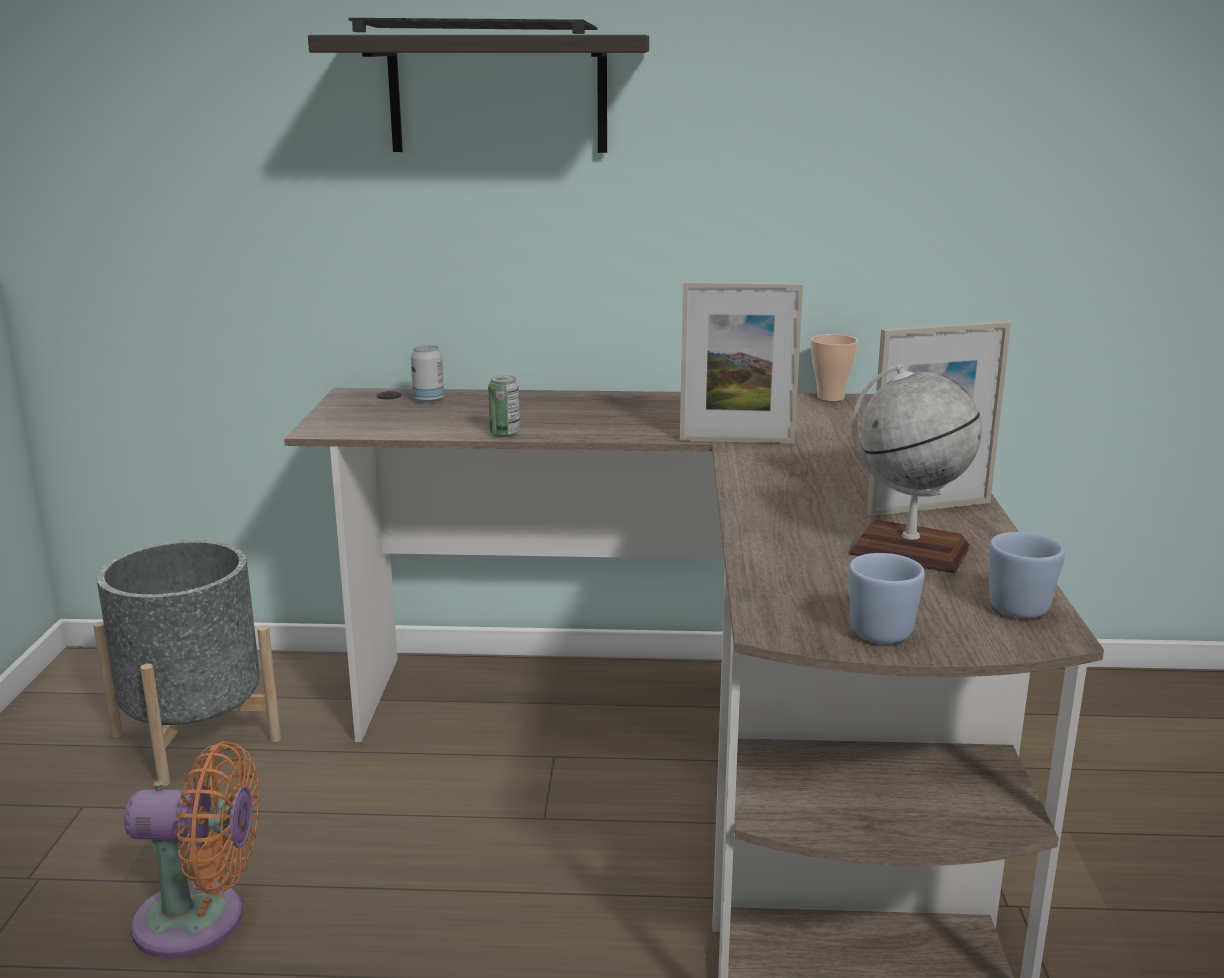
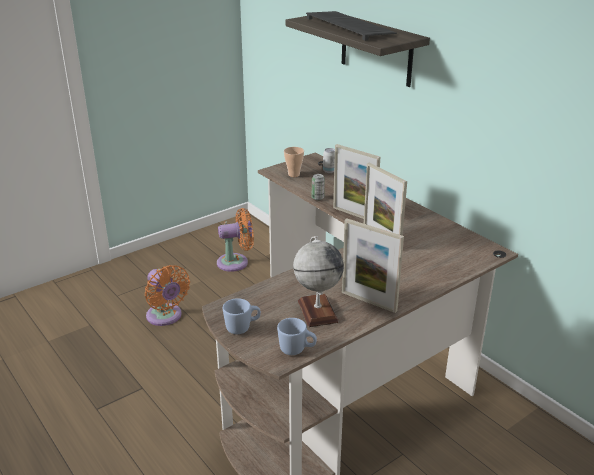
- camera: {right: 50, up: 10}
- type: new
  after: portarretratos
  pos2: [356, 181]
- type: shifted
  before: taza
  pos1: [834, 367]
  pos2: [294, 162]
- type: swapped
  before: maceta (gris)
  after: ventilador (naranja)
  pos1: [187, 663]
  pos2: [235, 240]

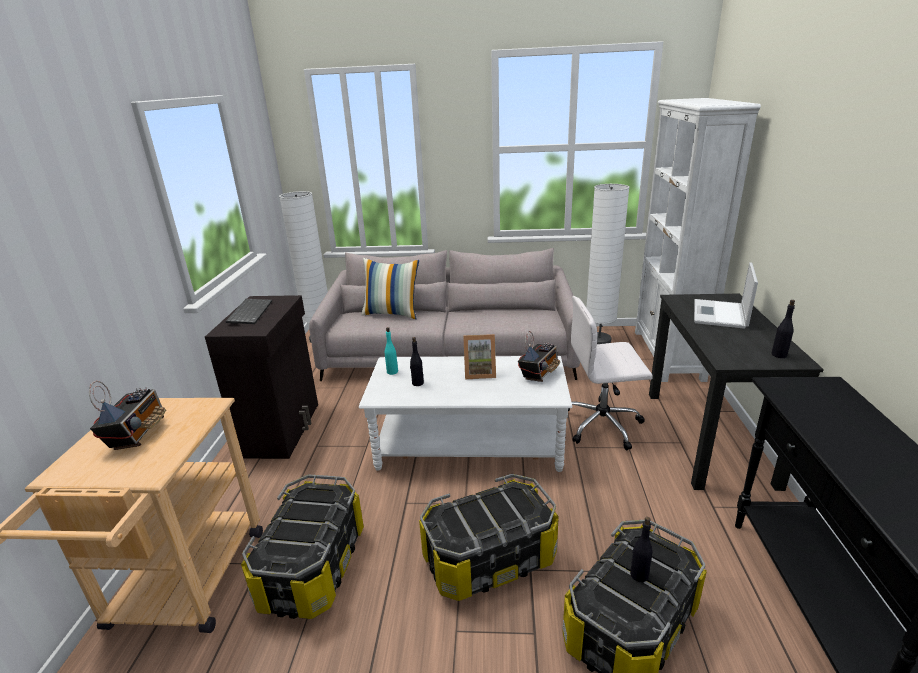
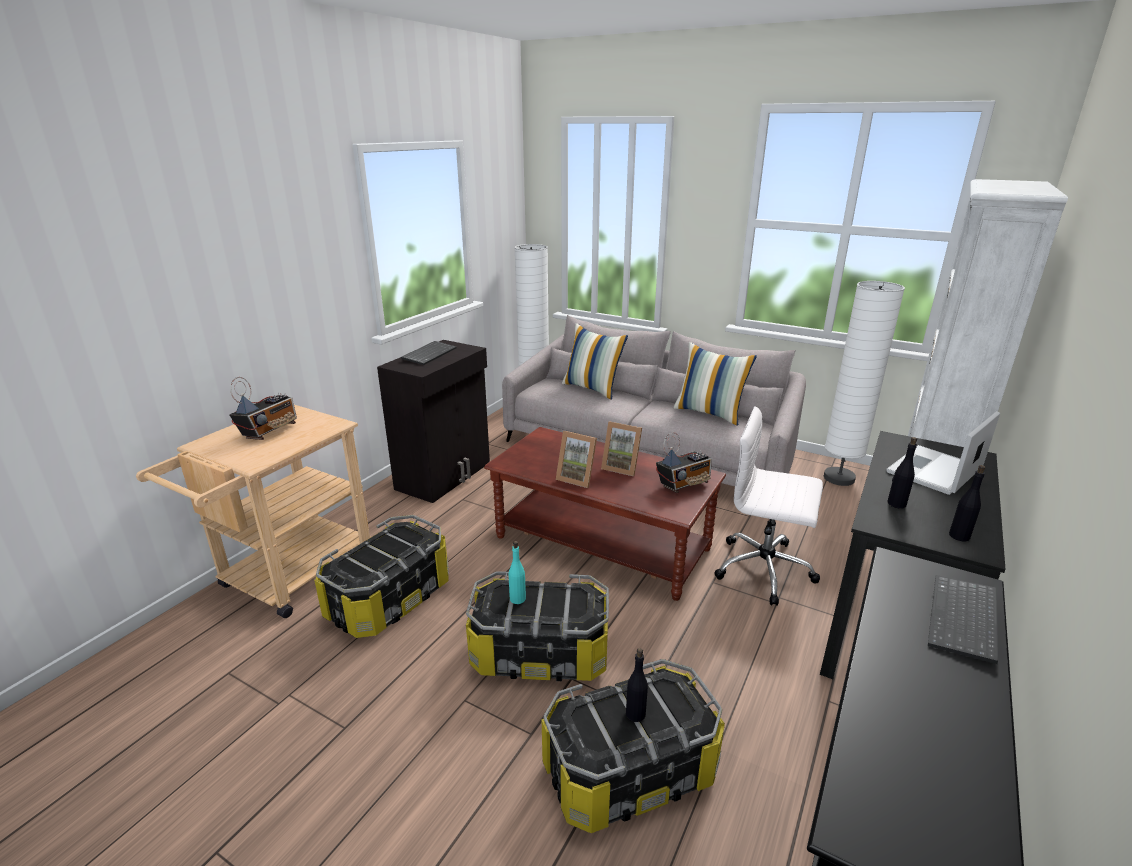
- camera: {right: 25, up: 0}
- type: new
  after: portarretratos
  pos2: [576, 459]
- type: new
  after: cojín
  pos2: [715, 384]
- type: new
  after: teclado
  pos2: [963, 619]
- type: shifted
  before: botella (turquesa)
  pos1: [391, 351]
  pos2: [517, 572]
- type: shifted
  before: botella (negro)
  pos1: [417, 361]
  pos2: [902, 473]
- type: repainted
  before: mesa de centro (blanco)
  after: mesa de centro (marrón)
  pos1: [465, 414]
  pos2: [605, 514]

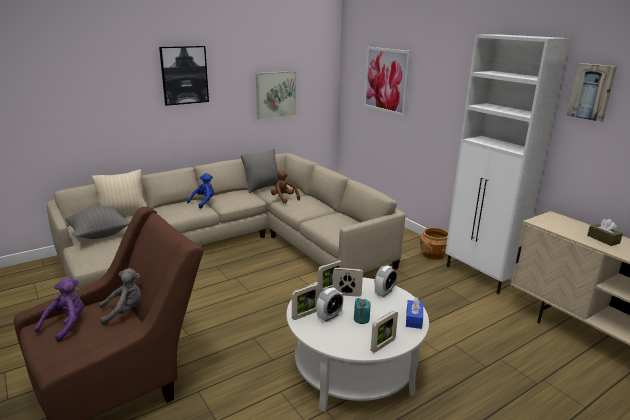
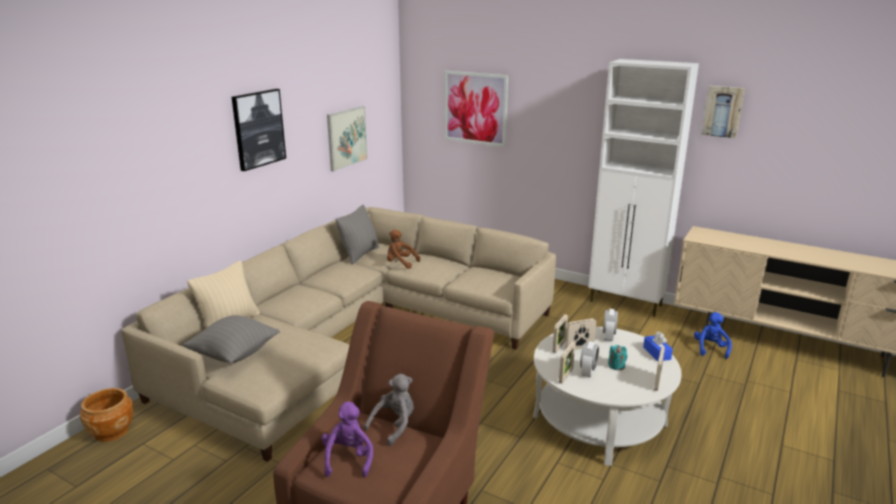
- camera: {right: -25, up: 0}
- type: gone
  before: caja de pañuelos (marrón)
  pos1: [605, 232]
- type: shifted
  before: peluche (azul)
  pos1: [200, 191]
  pos2: [713, 335]
- type: shifted
  before: maceta (marrón)
  pos1: [434, 243]
  pos2: [106, 415]

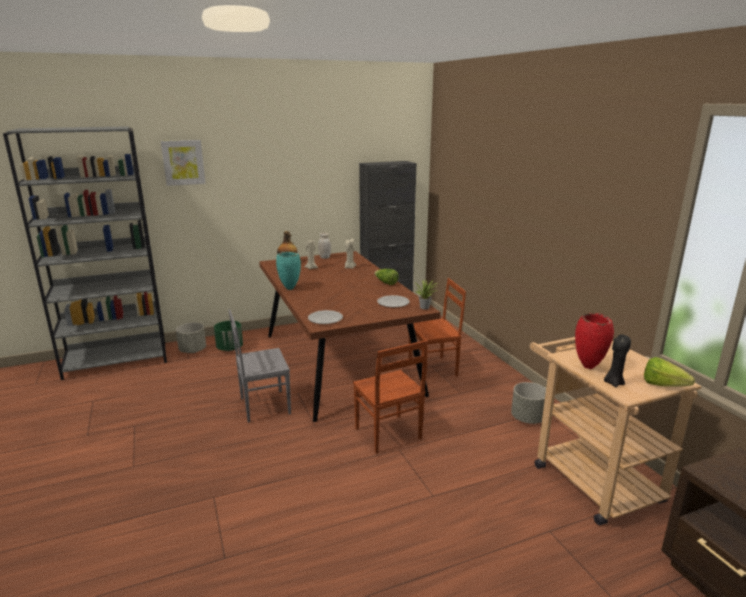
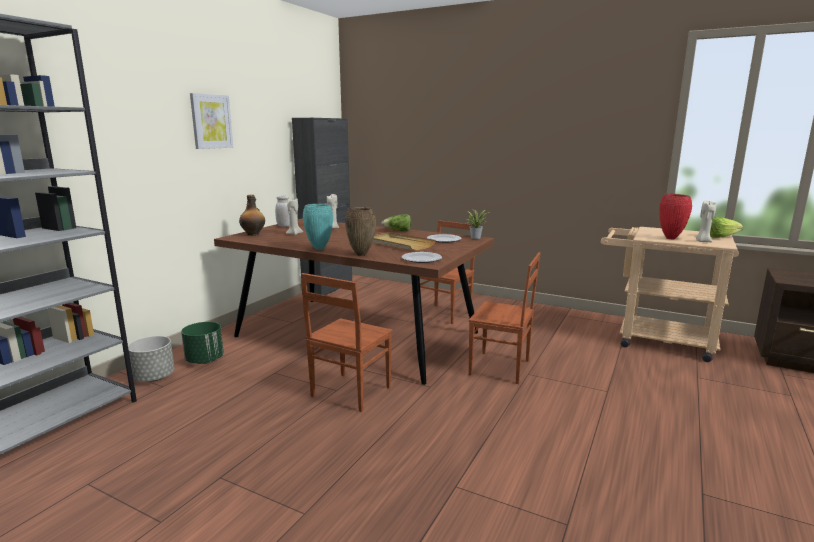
- camera: {right: -40, up: -5}
- type: gone
  before: maceta (gris)
  pos1: [528, 403]
- type: new
  after: florero (marrón)
  pos2: [360, 231]
- type: new
  after: bandeja (beis)
  pos2: [404, 241]
- type: shifted
  before: cuadro
  pos1: [183, 163]
  pos2: [211, 121]
- type: repainted
  before: silla (gris)
  after: silla (marrón)
  pos1: [259, 366]
  pos2: [346, 342]
- type: repainted
  before: vela (negro)
  after: vela (beis)
  pos1: [617, 360]
  pos2: [706, 221]

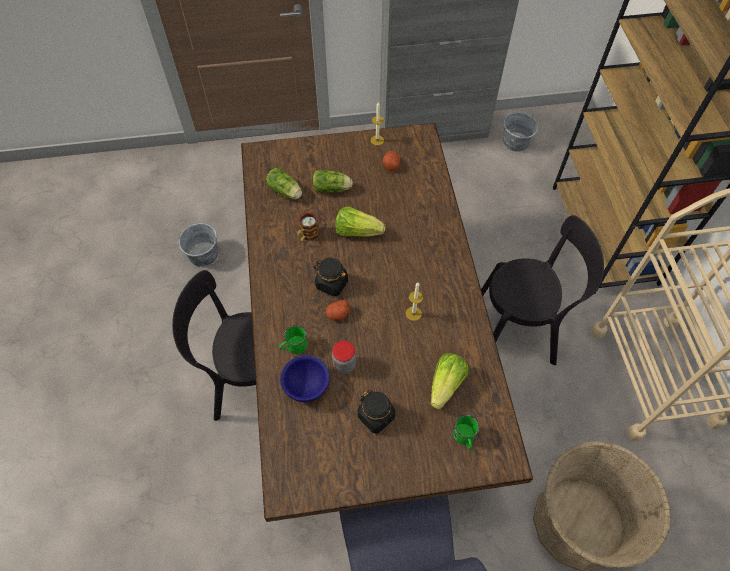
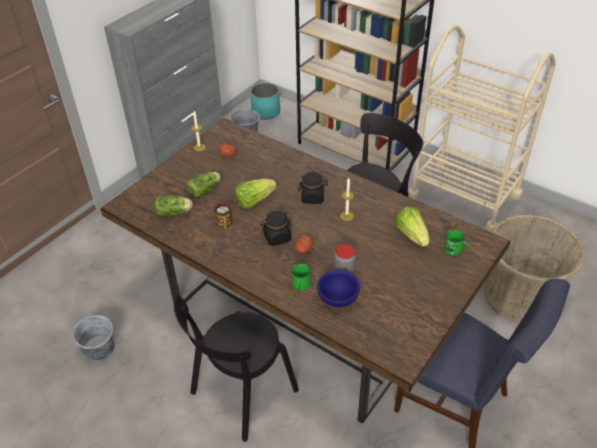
- camera: {right: -45, up: -15}
- type: new
  after: maceta (turquesa)
  pos2: [265, 101]
- type: shifted
  before: tarro (negro)
  pos1: [376, 411]
  pos2: [313, 188]

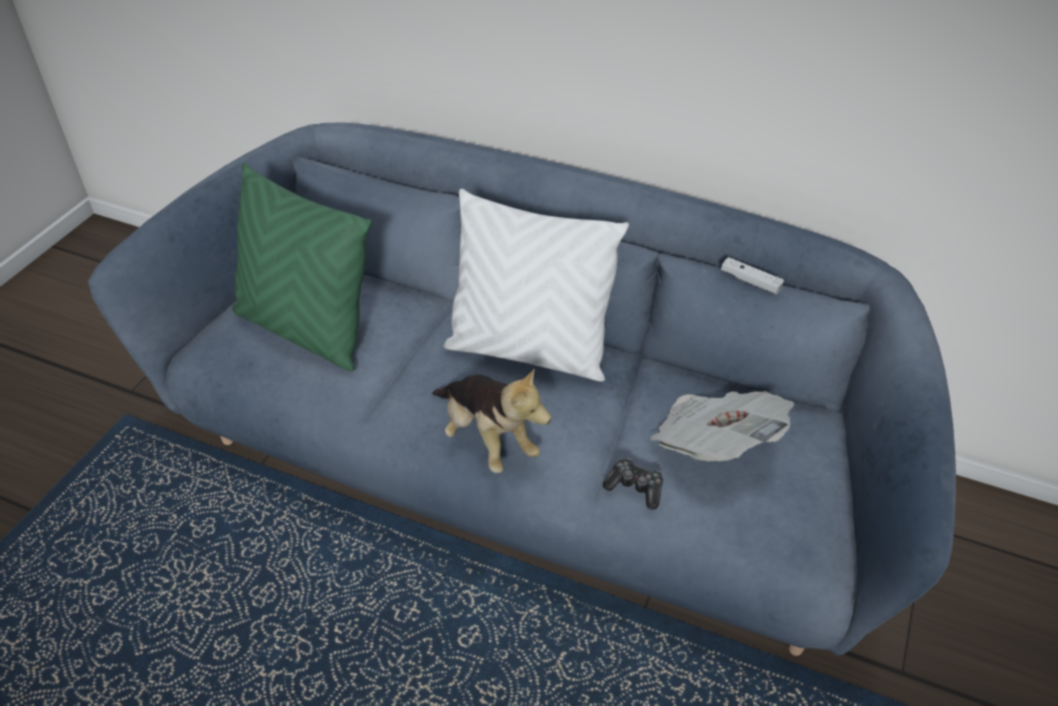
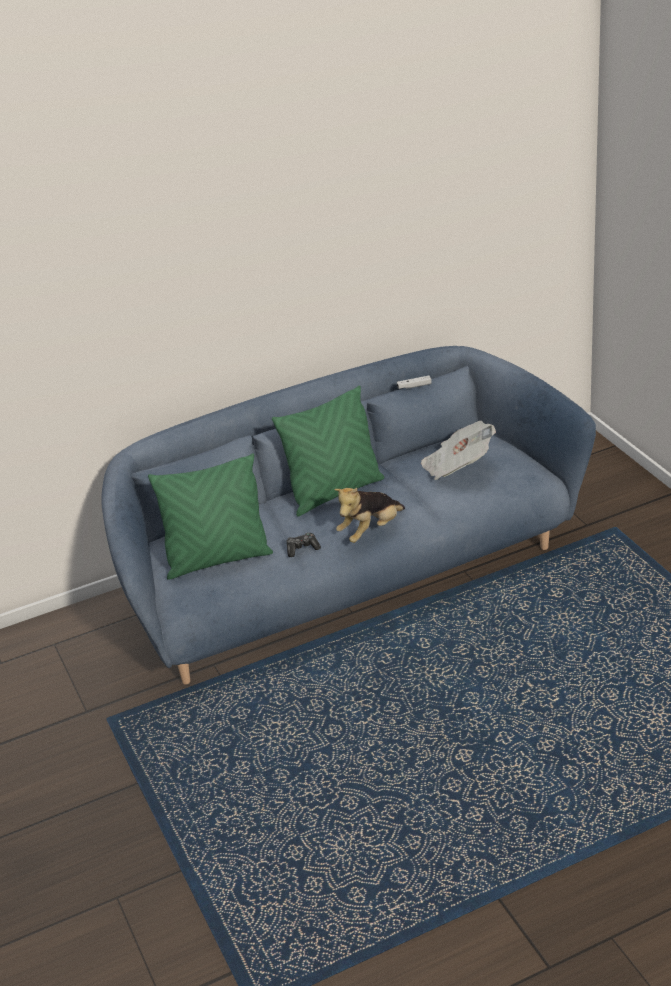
- camera: {right: -45, up: -10}
- type: shifted
  before: mando de consola
  pos1: [633, 484]
  pos2: [303, 544]
- type: repainted
  before: cojín (blanco)
  after: cojín (verde)
  pos1: [536, 285]
  pos2: [328, 450]
- type: rotated
  before: peluche
  pos1: [491, 420]
  pos2: [369, 515]
  turn: 135

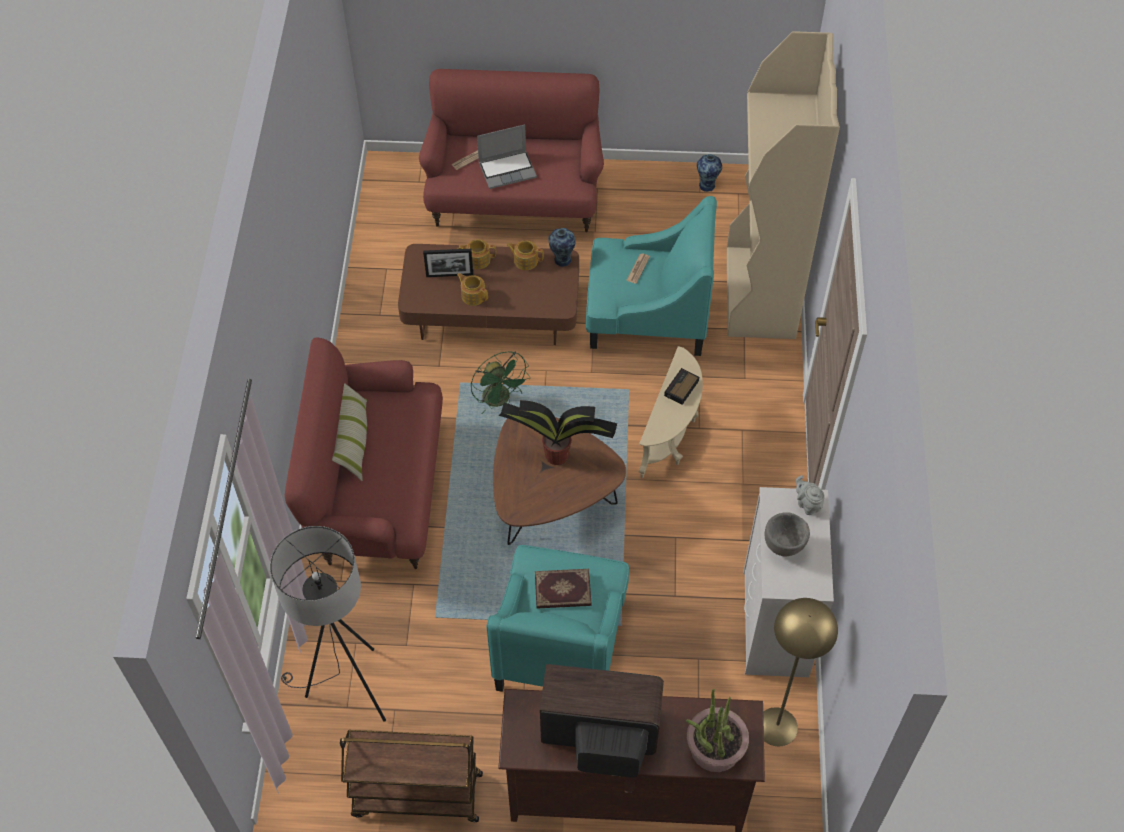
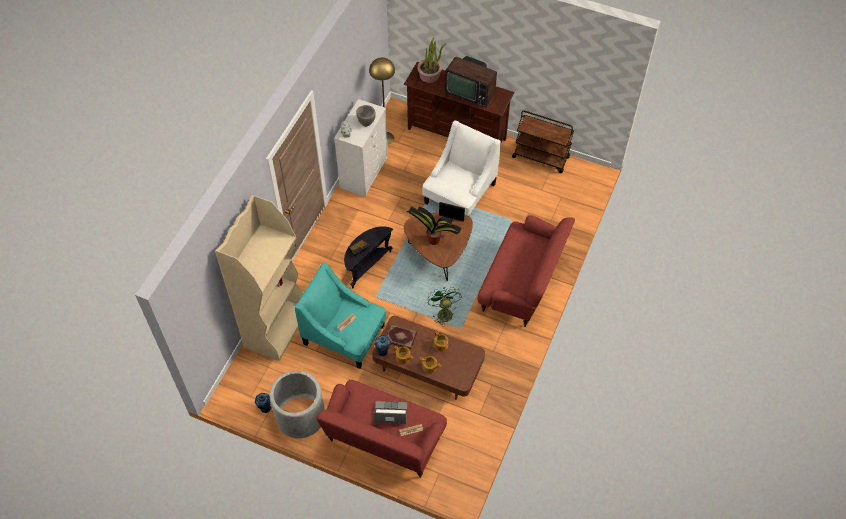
- camera: {right: -160, up: 0}
- type: gone
  before: lámpara de pie (gris)
  pos1: [328, 624]
- type: gone
  before: cojín
  pos1: [349, 432]
- type: new
  after: maceta (gris)
  pos2: [297, 404]
- type: shifted
  before: portarretratos
  pos1: [448, 263]
  pos2: [452, 212]
- type: shifted
  before: libro
  pos1: [563, 589]
  pos2: [401, 337]
- type: repainted
  before: sillón (turquesa)
  after: sillón (blanco)
  pos1: [558, 618]
  pos2: [461, 168]
- type: repainted
  before: mesa auxiliar (beis)
  after: mesa auxiliar (negro)
  pos1: [671, 412]
  pos2: [368, 257]

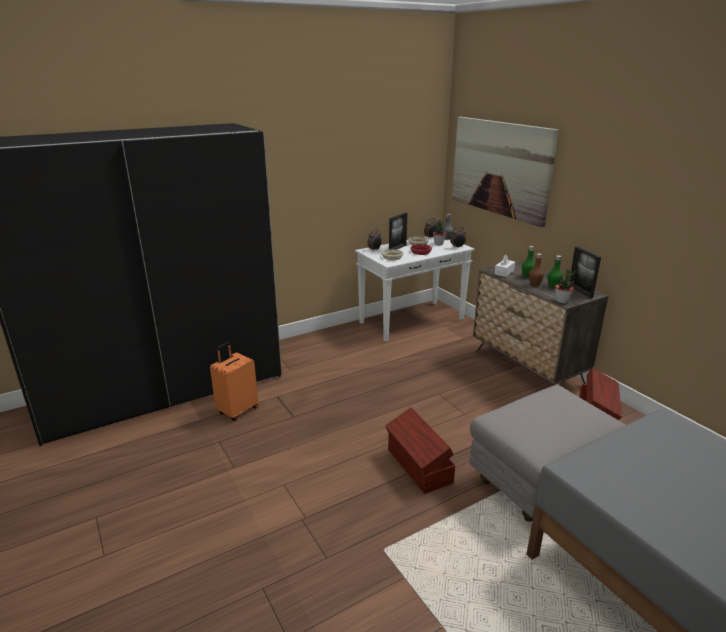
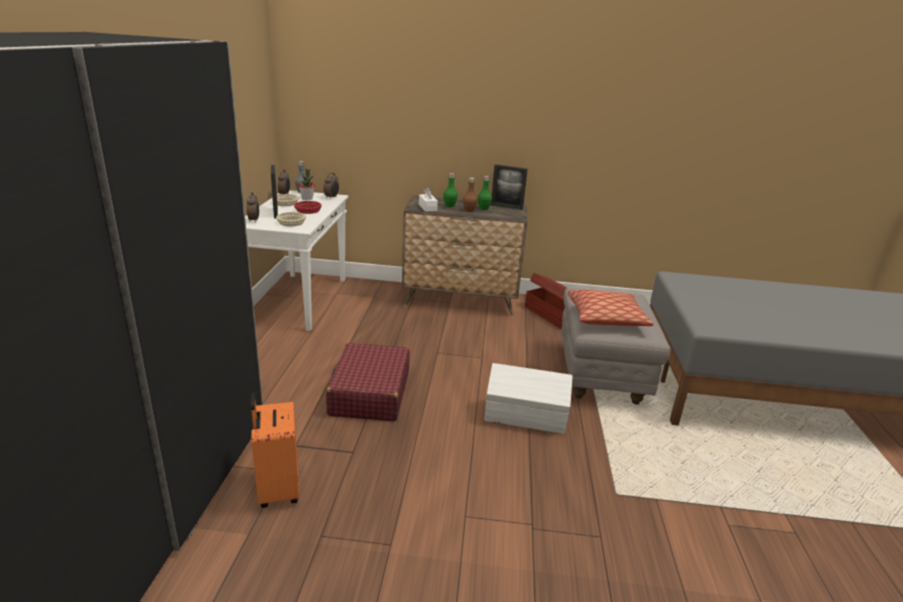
- camera: {right: -55, up: 0}
- type: gone
  before: cuadro
  pos1: [505, 172]
- type: gone
  before: planta en maceta
  pos1: [566, 286]
- type: new
  after: maleta (rojo)
  pos2: [368, 382]
- type: new
  after: cojín
  pos2: [611, 307]
- type: repainted
  before: caja de almacenaje (marrón)
  after: caja de almacenaje (blanco)
  pos1: [420, 451]
  pos2: [528, 398]

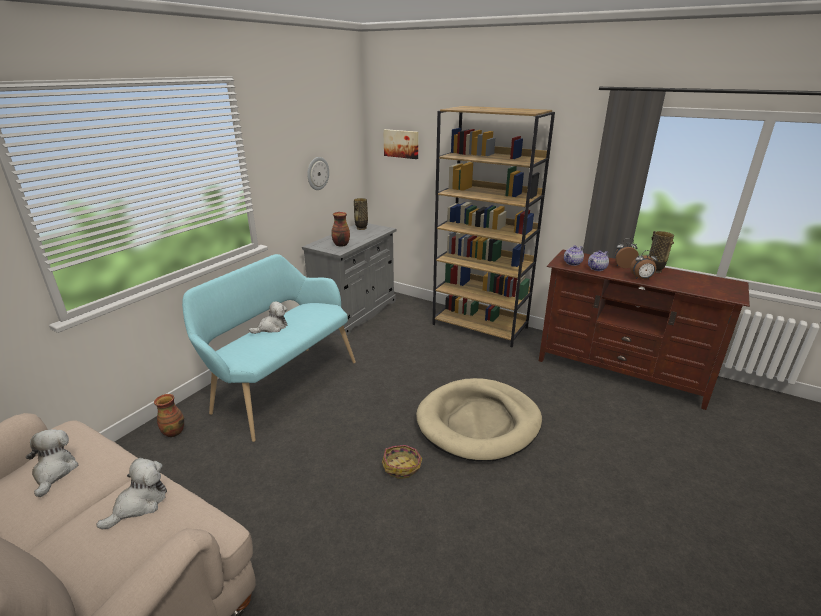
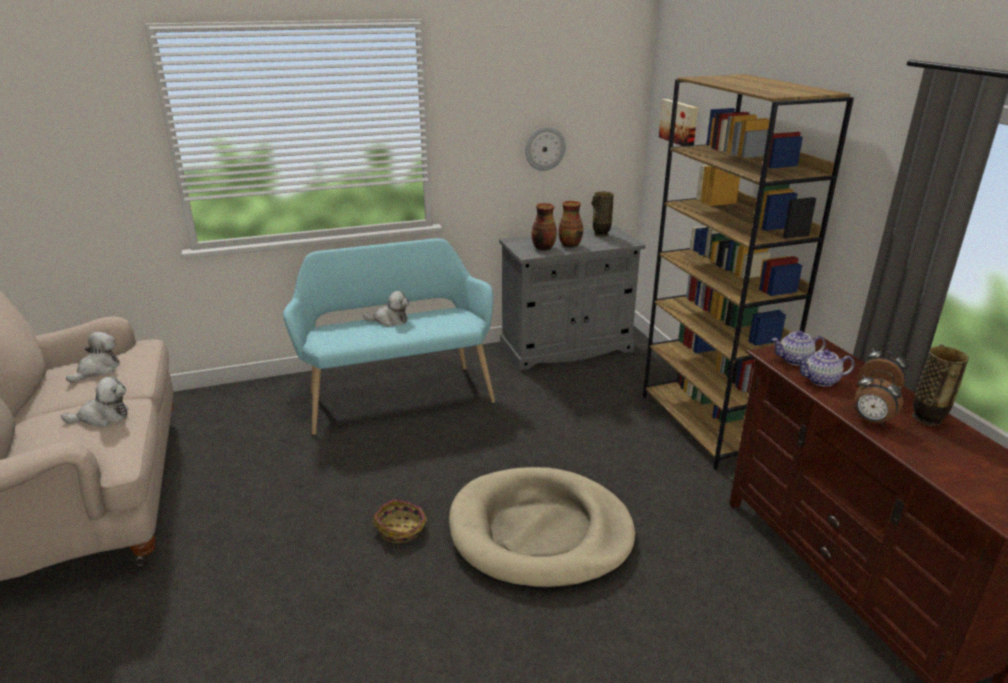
- camera: {right: 40, up: 0}
- type: shifted
  before: florero
  pos1: [169, 415]
  pos2: [571, 224]

